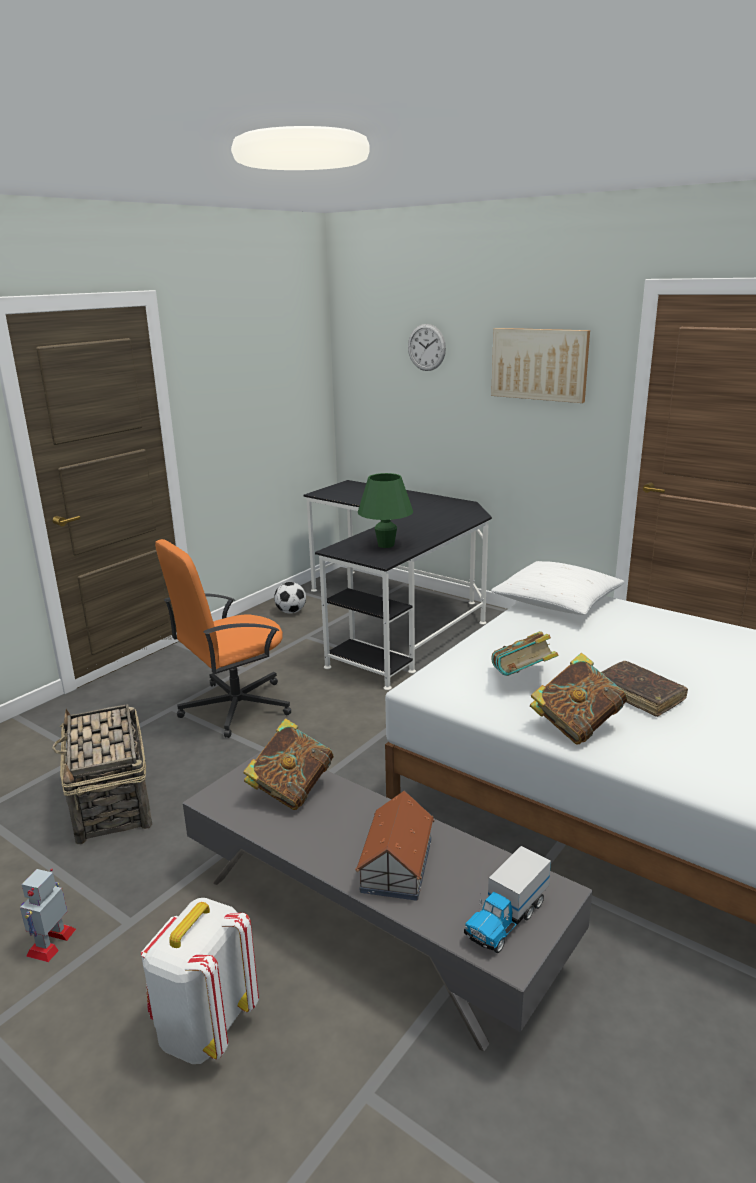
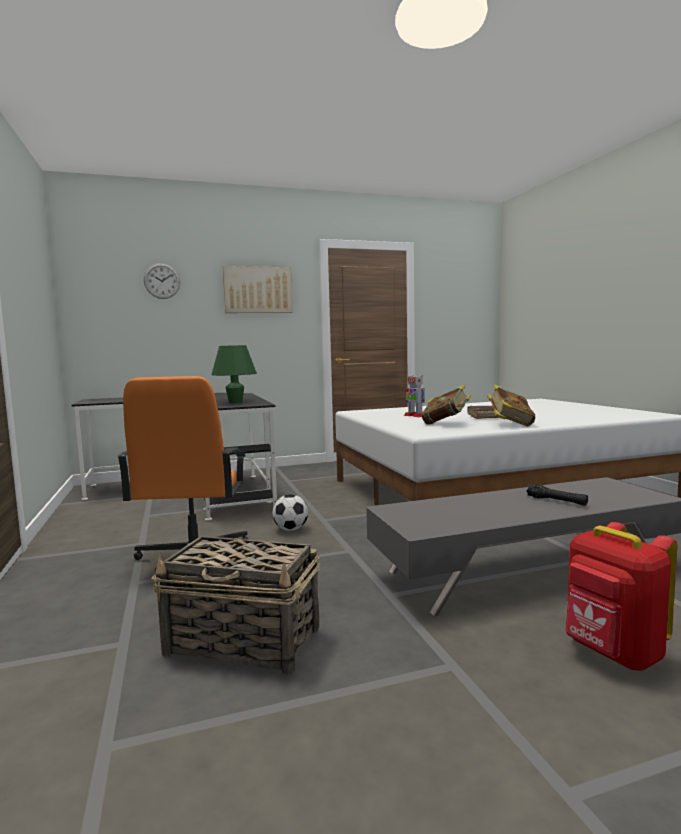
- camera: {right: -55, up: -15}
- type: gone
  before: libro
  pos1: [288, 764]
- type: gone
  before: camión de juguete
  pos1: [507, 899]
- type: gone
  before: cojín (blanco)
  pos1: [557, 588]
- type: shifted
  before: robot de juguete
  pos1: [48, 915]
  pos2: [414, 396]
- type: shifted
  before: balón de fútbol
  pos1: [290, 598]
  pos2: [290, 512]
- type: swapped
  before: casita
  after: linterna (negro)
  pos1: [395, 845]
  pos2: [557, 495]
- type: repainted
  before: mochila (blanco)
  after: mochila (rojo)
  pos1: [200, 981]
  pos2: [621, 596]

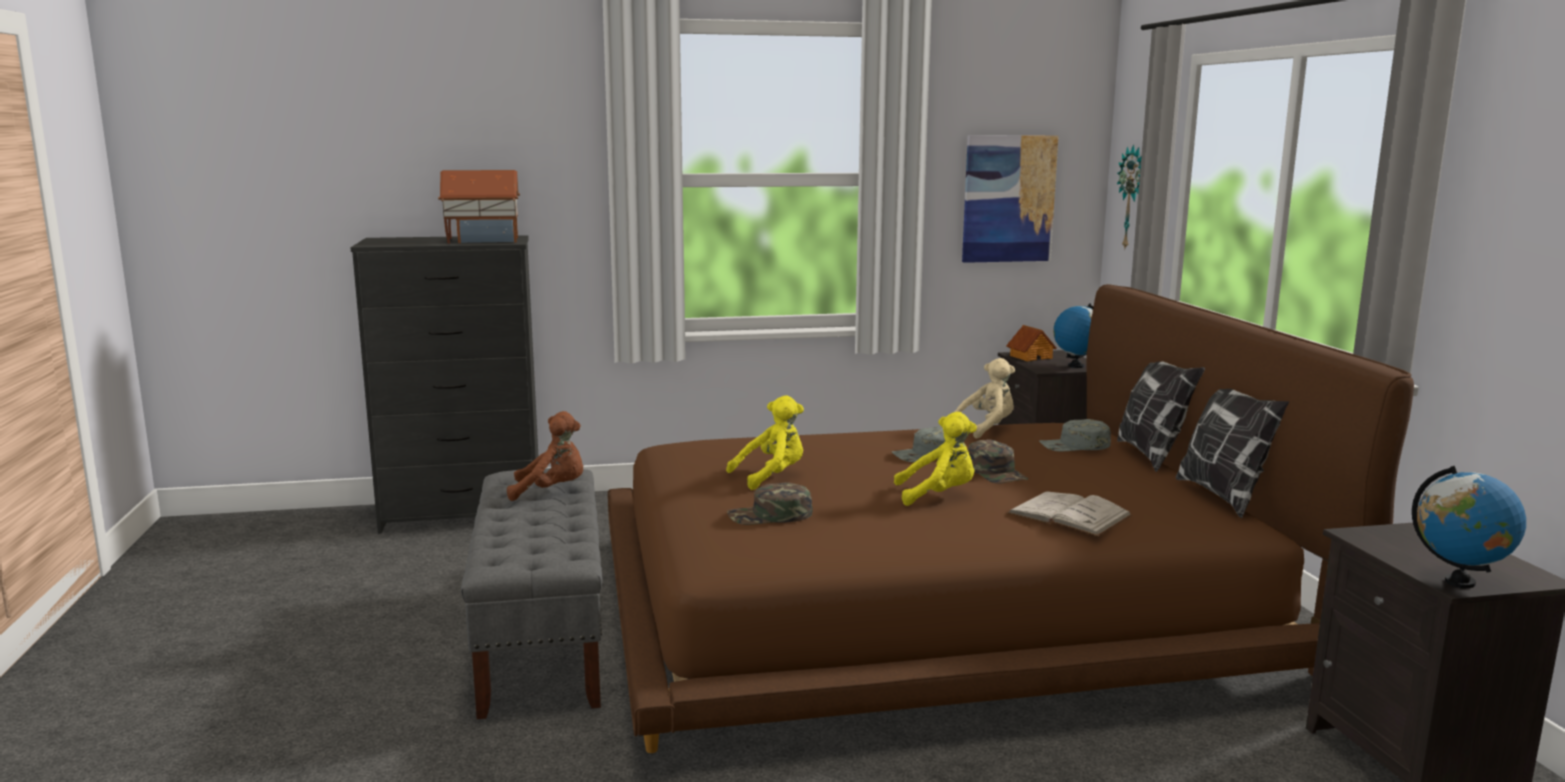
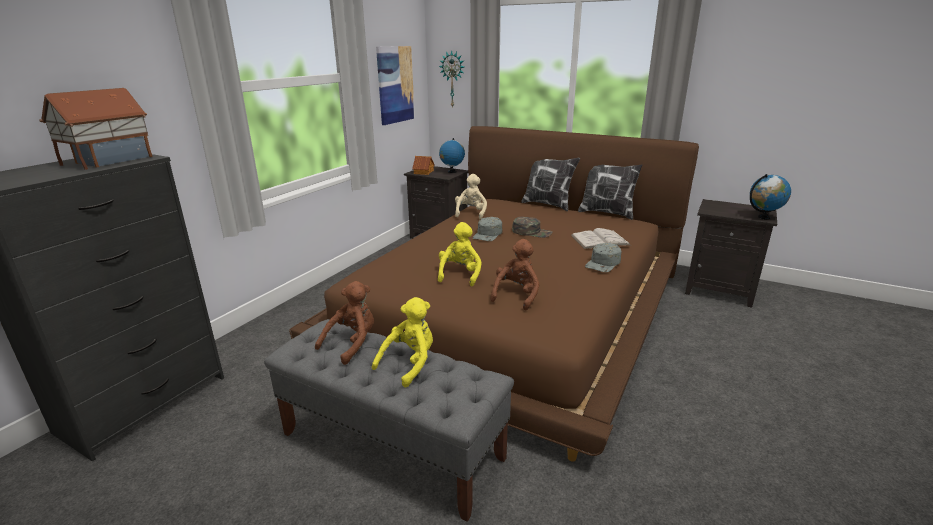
- camera: {right: -50, up: 10}
- type: shifted
  before: peluche (amarillo)
  pos1: [935, 459]
  pos2: [402, 342]
- type: shifted
  before: gorra (gris)
  pos1: [1075, 435]
  pos2: [603, 257]
- type: swapped
  before: gorra (verde)
  after: peluche (marrón)
  pos1: [769, 503]
  pos2: [515, 275]

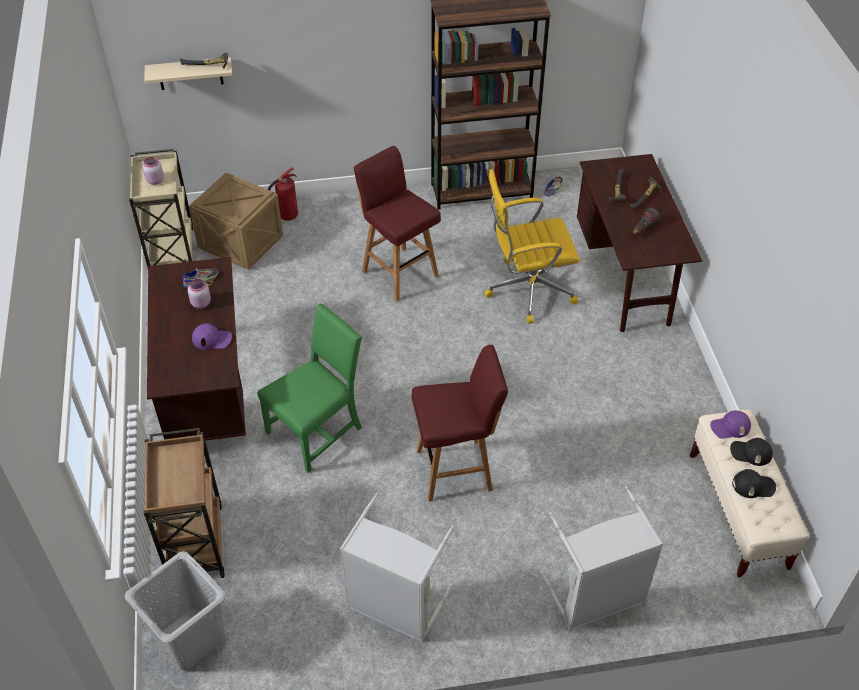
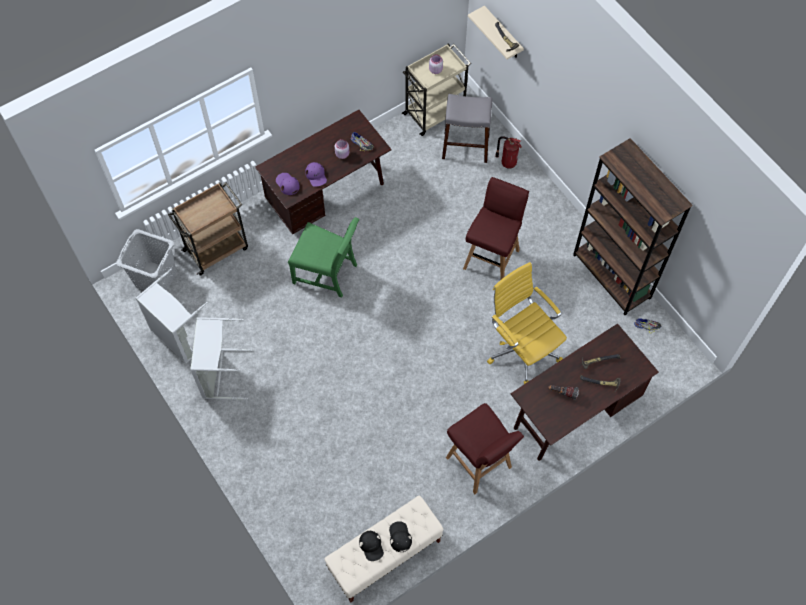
- camera: {right: 65, up: 15}
- type: shifted
  before: taburete (rojo)
  pos1: [460, 423]
  pos2: [485, 448]
- type: shifted
  before: cesto de la ropa (gris)
  pos1: [601, 558]
  pos2: [172, 316]
- type: shifted
  before: gorra (morado)
  pos1: [730, 424]
  pos2: [288, 184]
- type: swapped
  before: caja de embalaje
  after: taburete (gris)
  pos1: [236, 221]
  pos2: [467, 128]

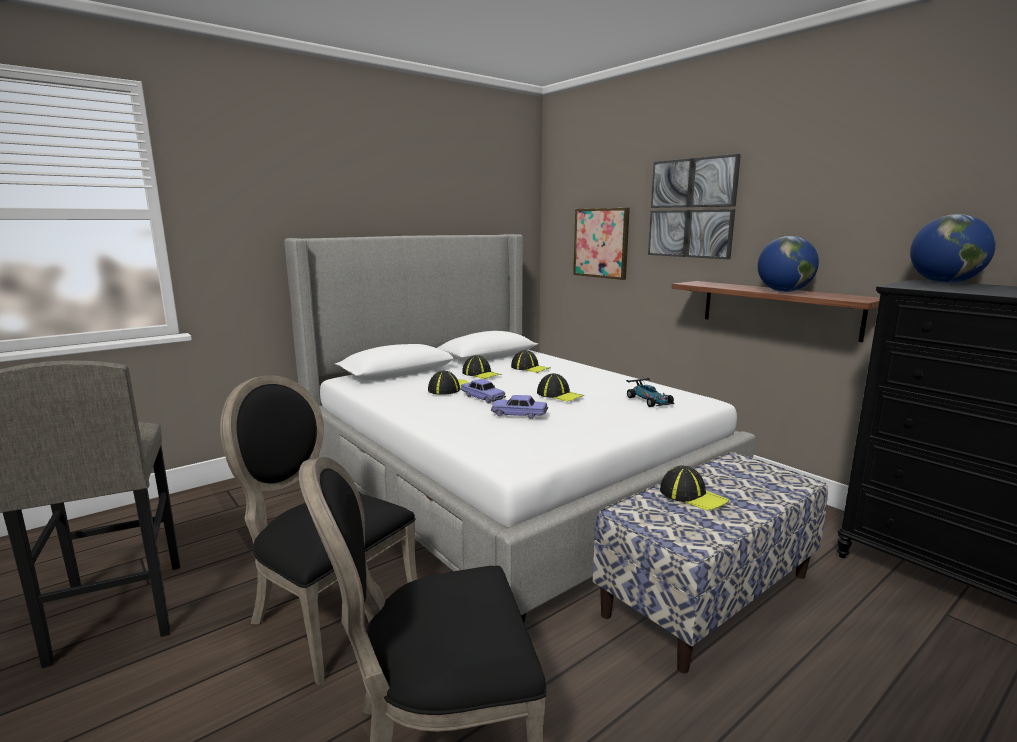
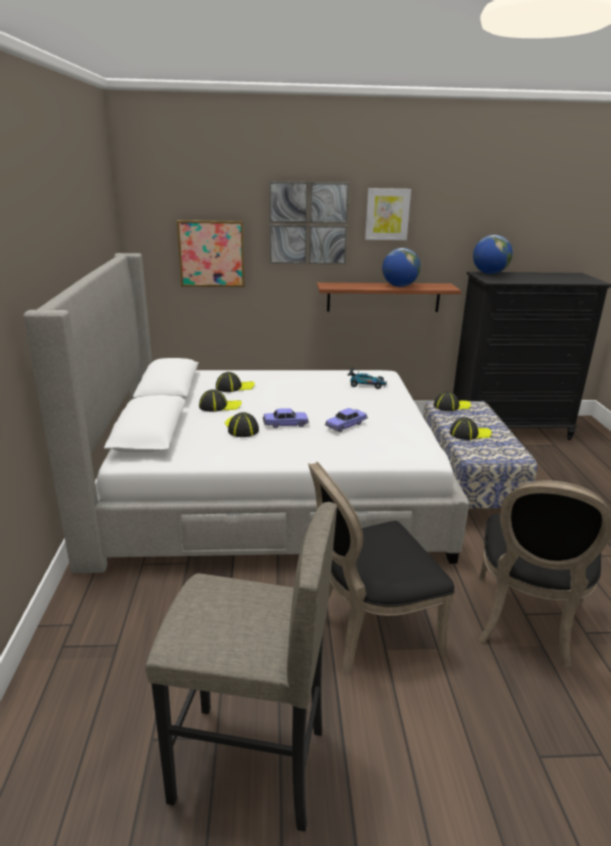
- camera: {right: -55, up: 10}
- type: new
  after: cuadro
  pos2: [388, 214]
- type: shifted
  before: gorra
  pos1: [560, 387]
  pos2: [452, 401]

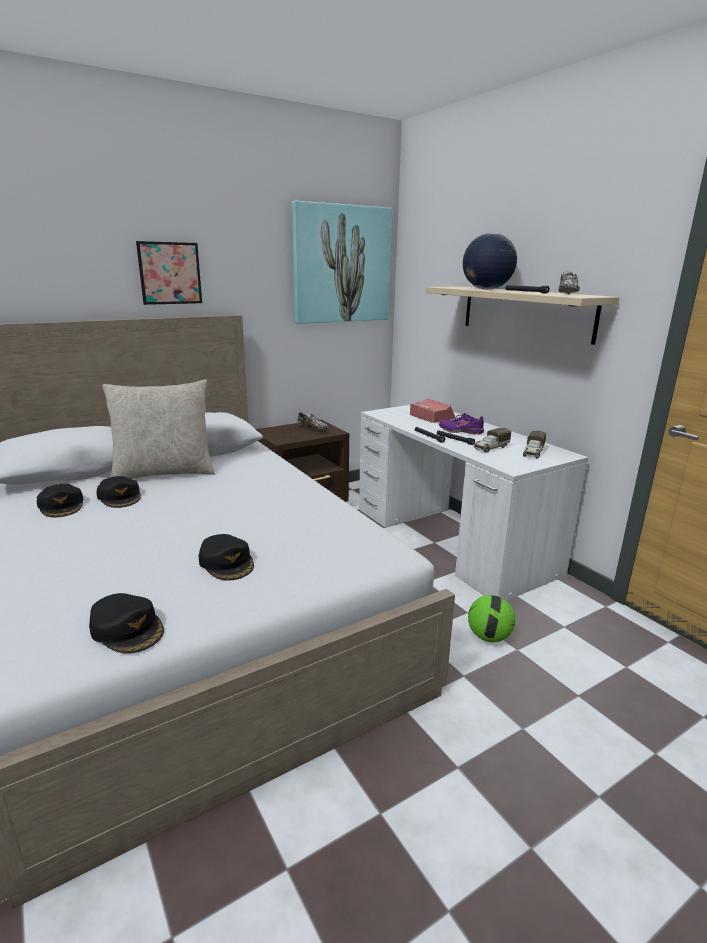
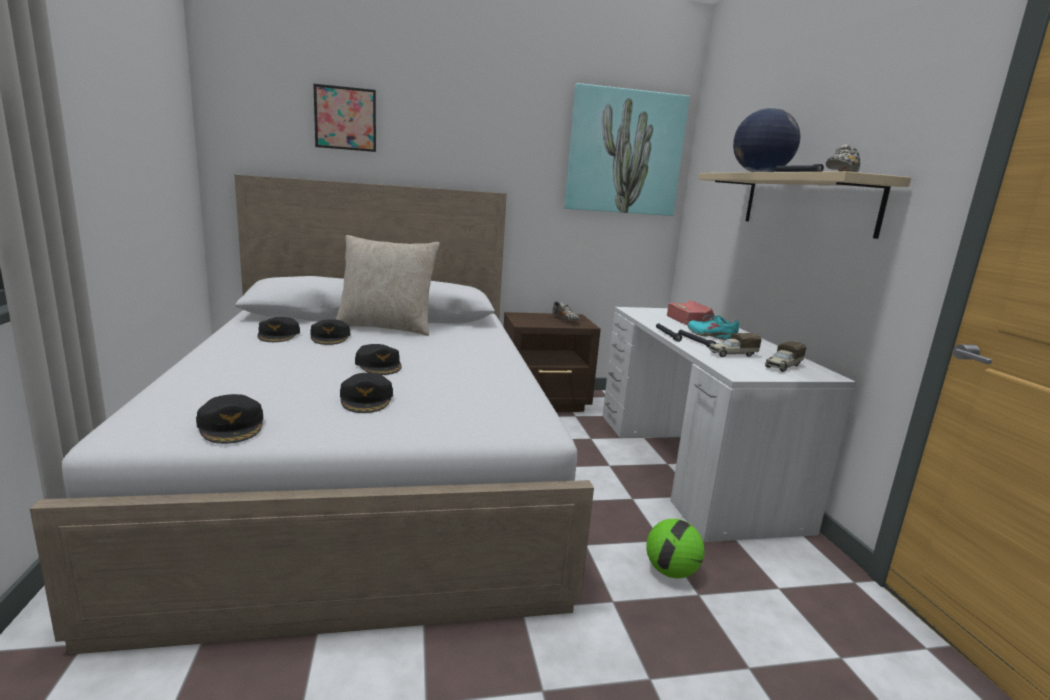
- camera: {right: 20, up: -5}
- type: new
  after: gorra (negro)
  pos2: [378, 359]
- type: shifted
  before: cuadro
  pos1: [169, 273]
  pos2: [344, 118]
- type: repainted
  before: zapato (morado)
  after: zapato (turquesa)
  pos1: [461, 423]
  pos2: [713, 327]

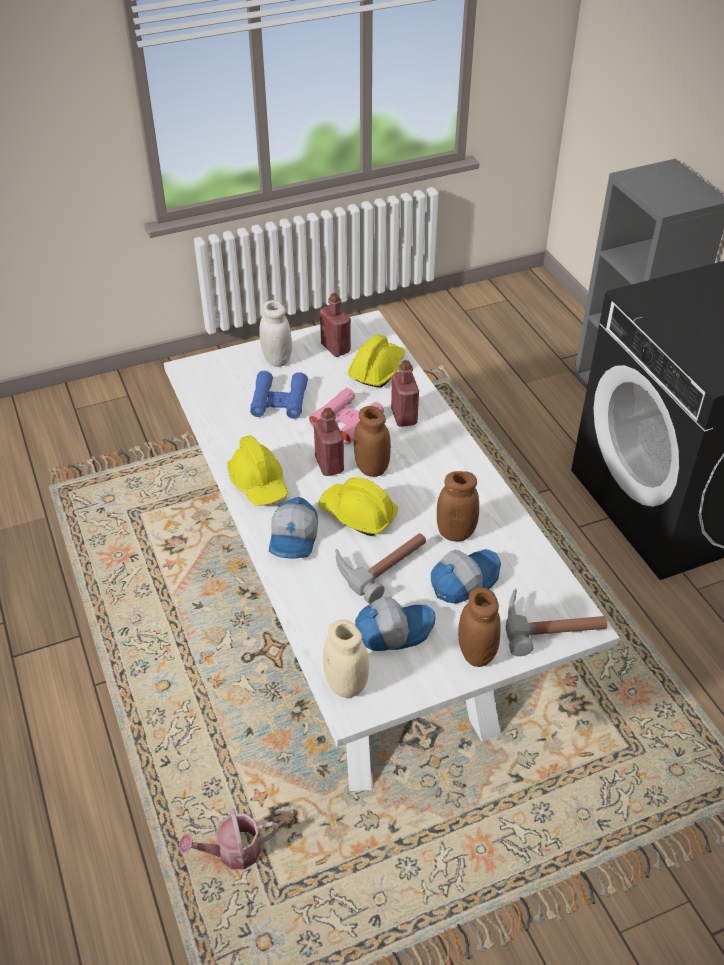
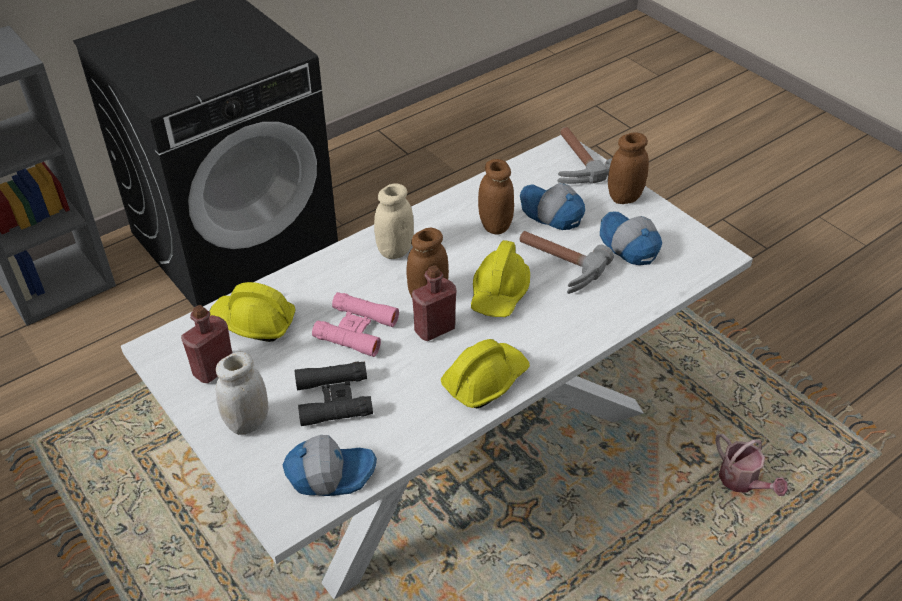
- camera: {right: -105, up: 0}
- type: gone
  before: botella (rojo)
  pos1: [405, 393]
- type: shifted
  before: gorra
  pos1: [293, 528]
  pos2: [329, 465]
- type: shifted
  before: tarro (beis)
  pos1: [346, 658]
  pos2: [394, 221]
- type: repainted
  before: prismáticos (azul)
  after: prismáticos (negro)
  pos1: [279, 395]
  pos2: [334, 394]

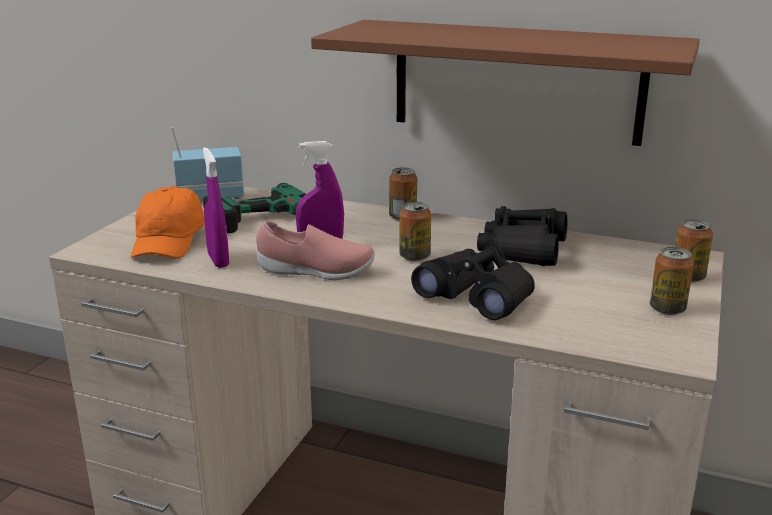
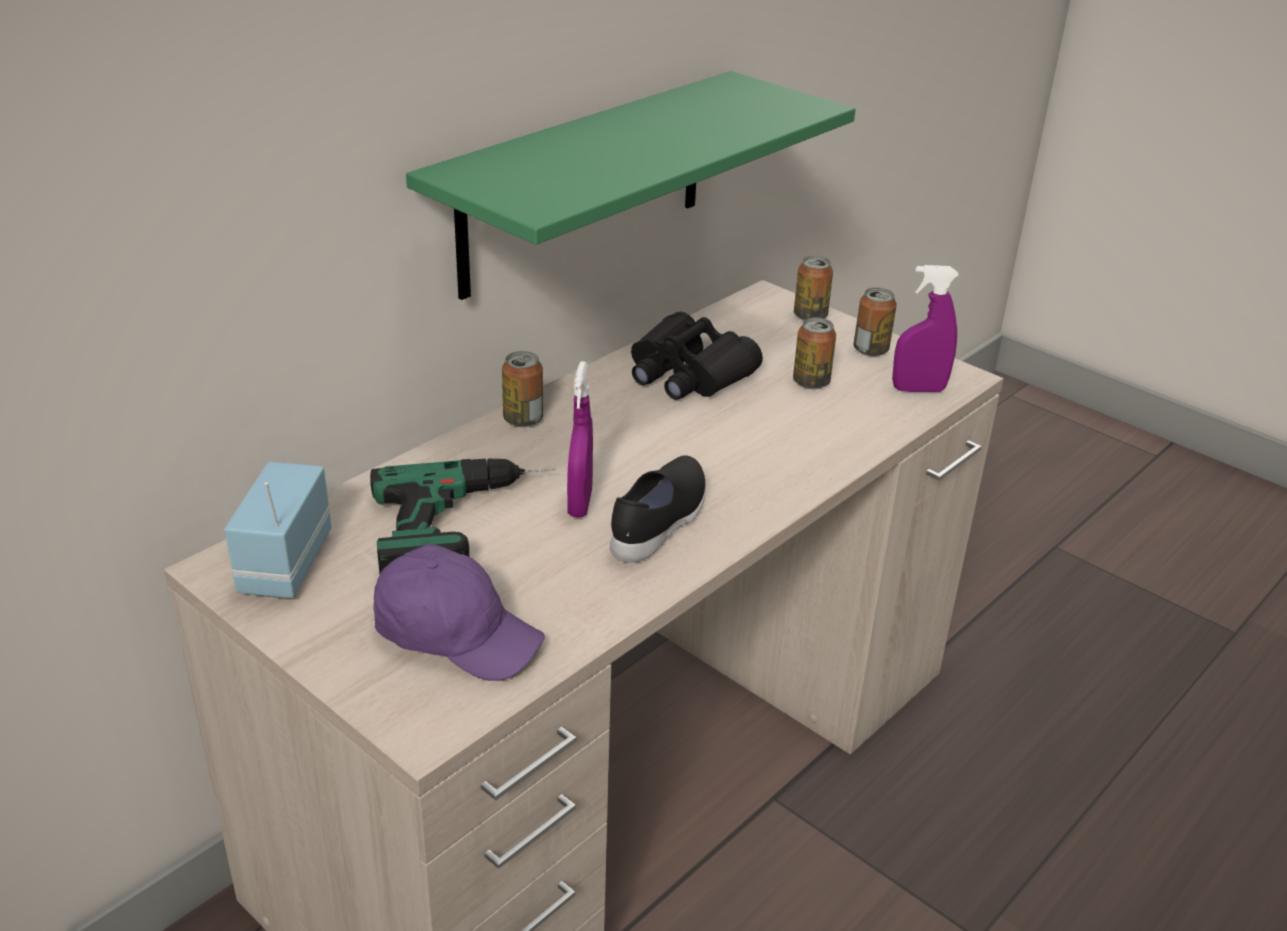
- camera: {right: -70, up: 10}
- type: gone
  before: prismáticos (negro)
  pos1: [473, 281]
- type: shifted
  before: pulverizador (morado)
  pos1: [216, 207]
  pos2: [925, 328]
- type: shifted
  before: lata
  pos1: [415, 231]
  pos2: [814, 353]
- type: repainted
  before: gorra (naranja)
  after: gorra (morado)
  pos1: [168, 222]
  pos2: [459, 612]
- type: repainted
  before: zapato (rosa)
  after: zapato (negro)
  pos1: [315, 250]
  pos2: [658, 509]
- type: repainted
  before: estante (marrón)
  after: estante (verde)
  pos1: [505, 83]
  pos2: [630, 185]

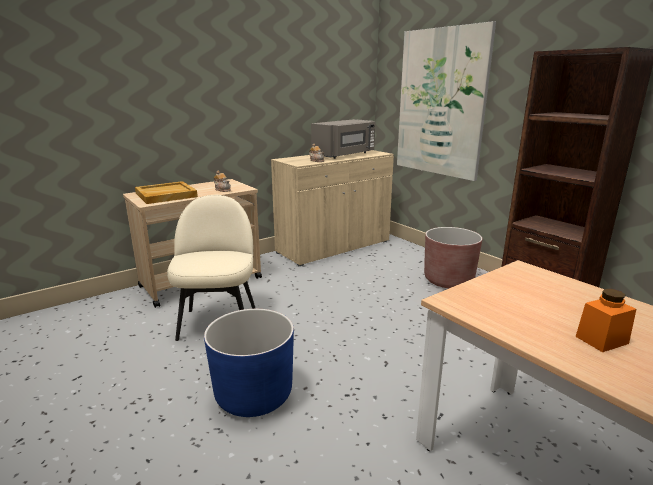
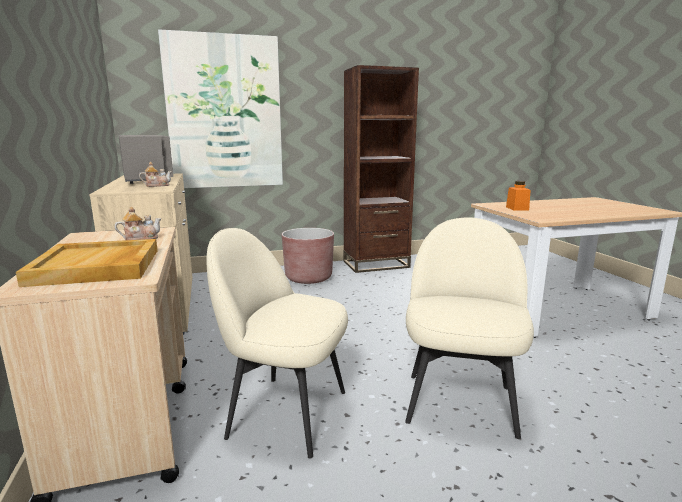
- camera: {right: -70, up: -5}
- type: shifted
  before: tarro (naranja)
  pos1: [605, 320]
  pos2: [518, 195]
- type: swapped
  before: maceta (azul)
  after: silla (beis)
  pos1: [249, 363]
  pos2: [469, 328]

